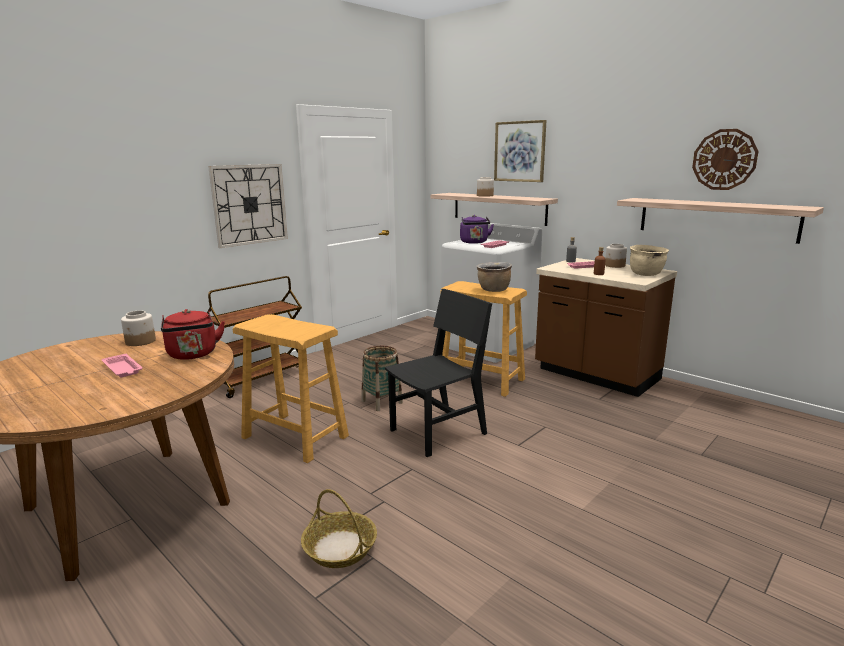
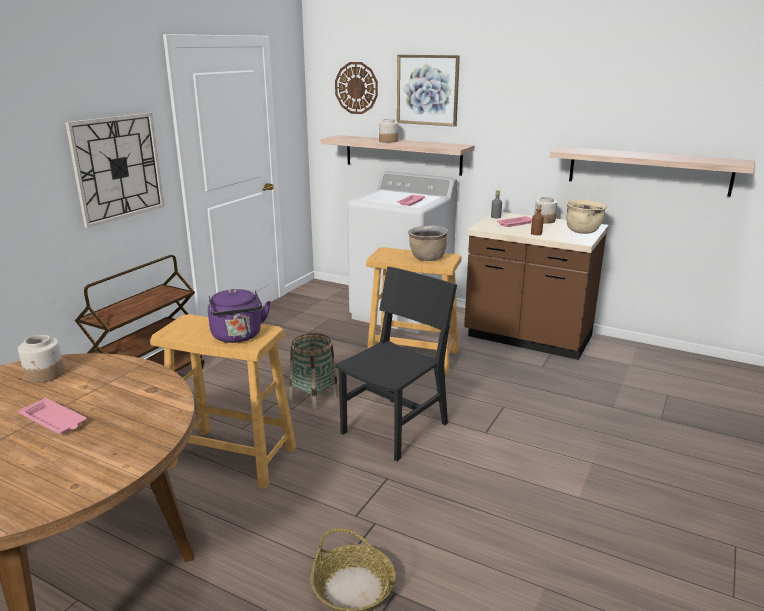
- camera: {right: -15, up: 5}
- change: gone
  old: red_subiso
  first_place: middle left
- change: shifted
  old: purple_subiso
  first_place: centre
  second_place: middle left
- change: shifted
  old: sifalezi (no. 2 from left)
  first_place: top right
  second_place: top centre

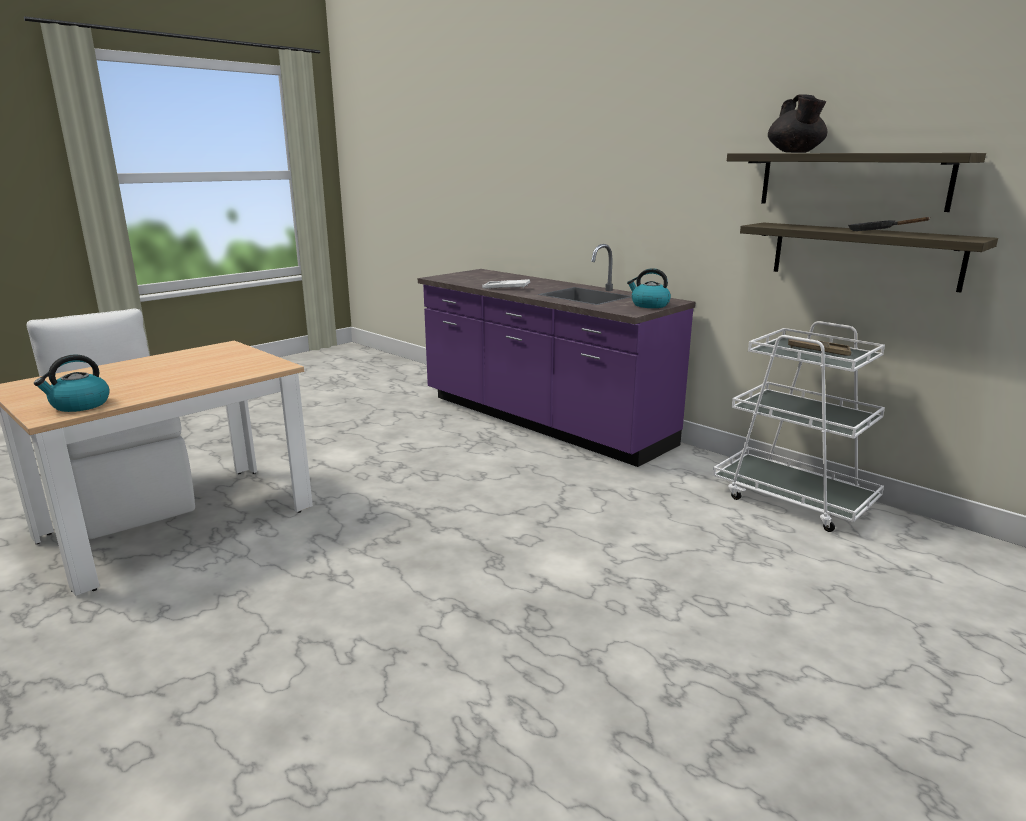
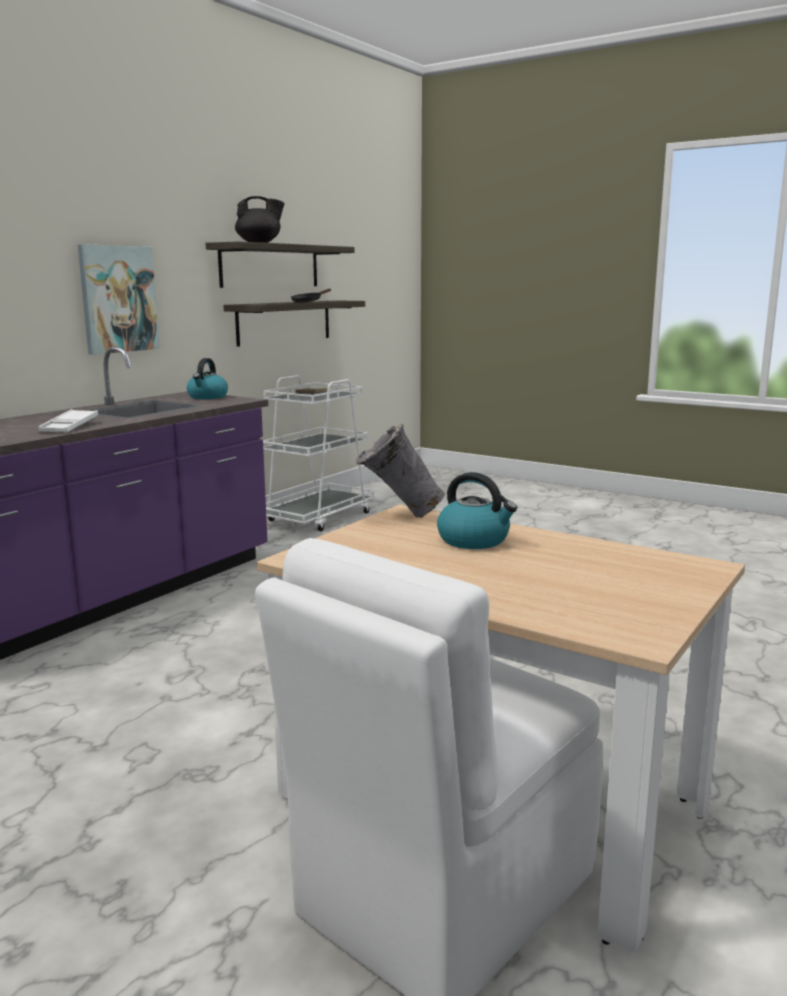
- camera: {right: -100, up: -5}
- change: shifted
  old: subiso (no. 1 from left in the first image)
  new: subiso (no. 2 from left)
  first_place: middle left
  second_place: centre
- change: new
  new: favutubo
  second_place: top left
- change: new
  new: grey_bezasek
  second_place: centre

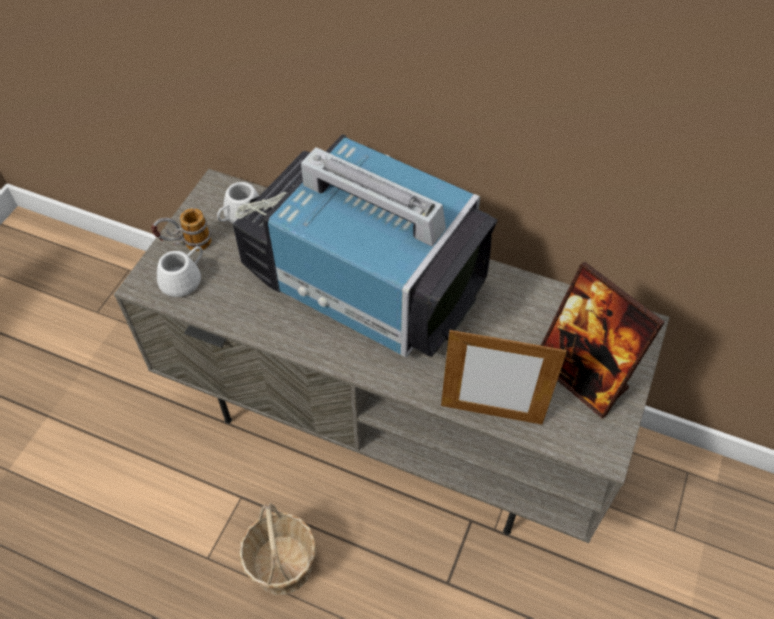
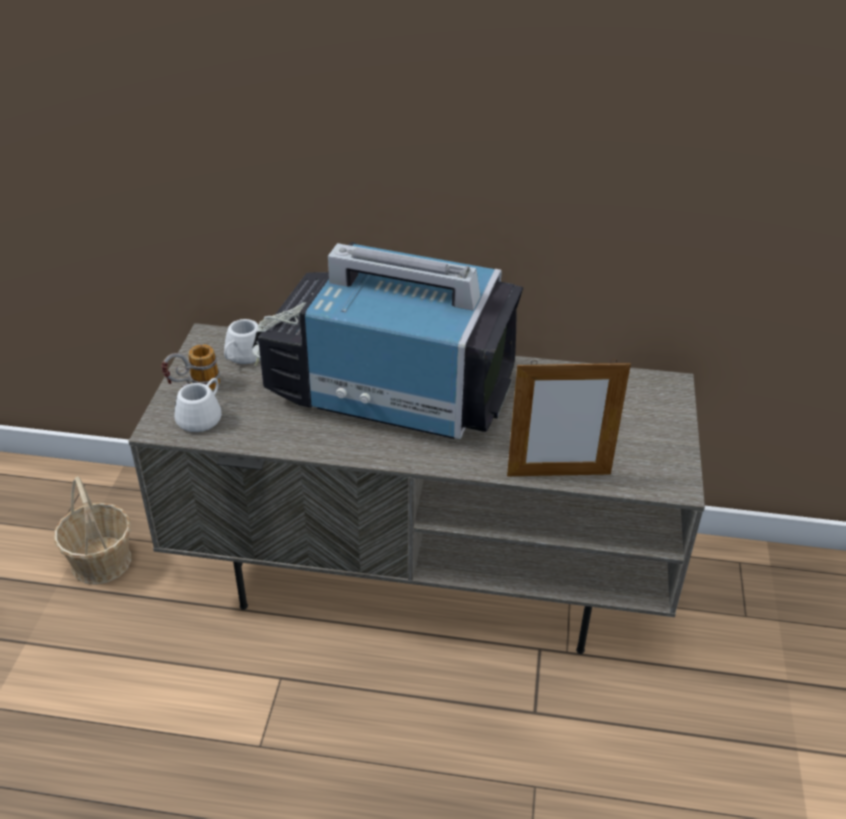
- camera: {right: -15, up: -15}
- change: shifted
  old: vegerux
  first_place: bottom centre
  second_place: middle left
- change: gone
  old: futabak (no. 2 from left)
  first_place: middle right

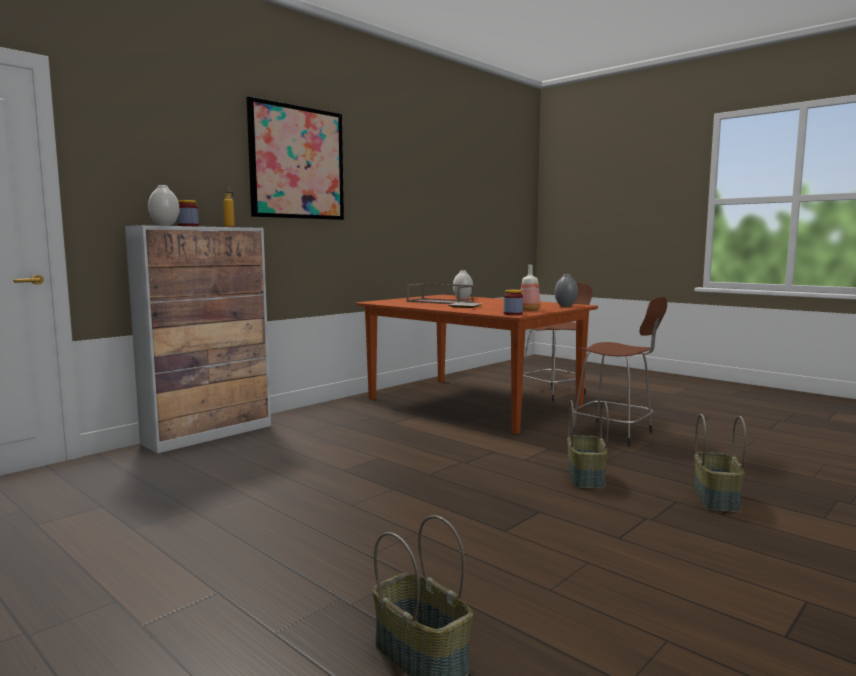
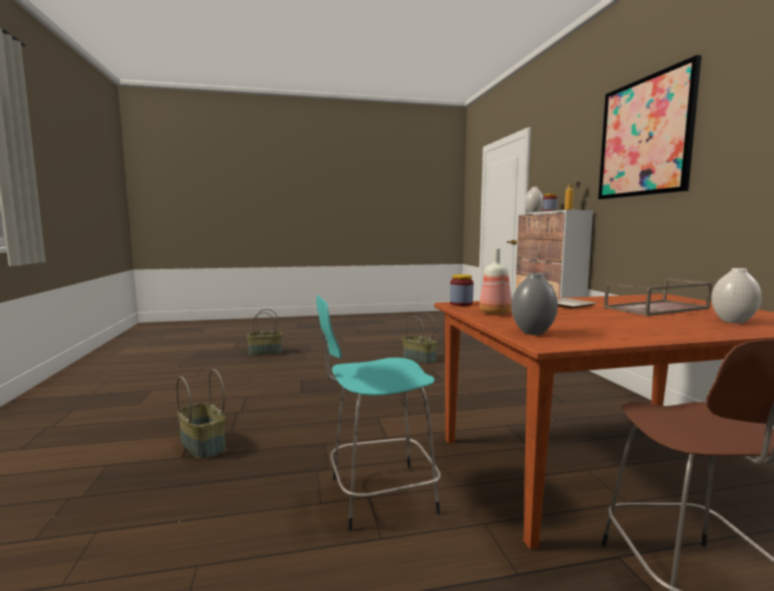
- camera: {right: 125, up: 0}
- change: shifted
  old: vegerux (no. 2 from left in the first image)
  new: vegerux (no. 3 from left)
  first_place: middle right
  second_place: centre
- change: repainted
  old: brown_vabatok (no. 2 from left)
  new: turquoise_vabatok
  first_place: middle right
  second_place: bottom centre

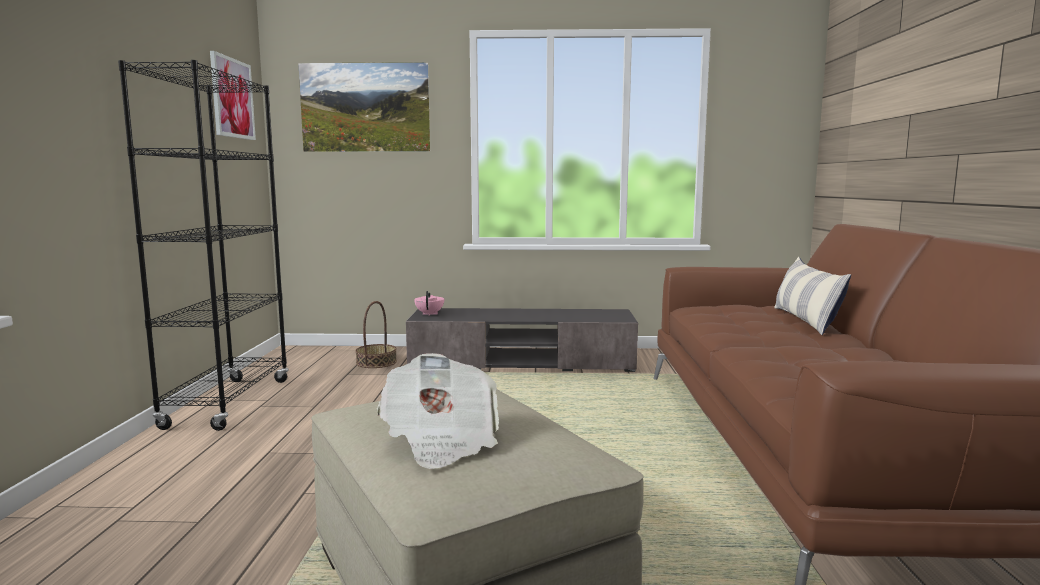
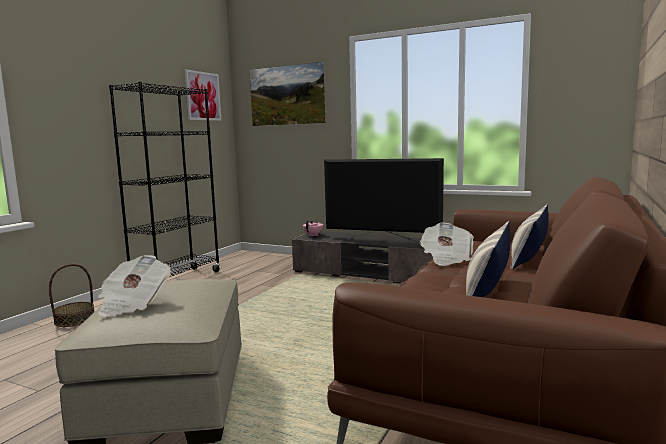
- camera: {right: 25, up: 0}
- change: shifted
  old: vegerux
  first_place: centre
  second_place: middle left
- change: new
  new: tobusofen
  second_place: centre
- change: new
  new: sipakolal (no. 2 from left)
  second_place: middle right
- change: new
  new: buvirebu (no. 1 from left)
  second_place: middle right

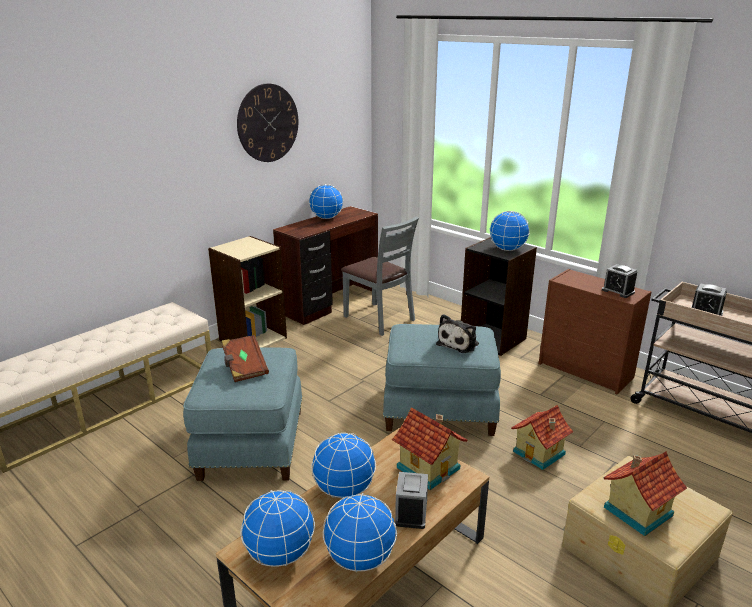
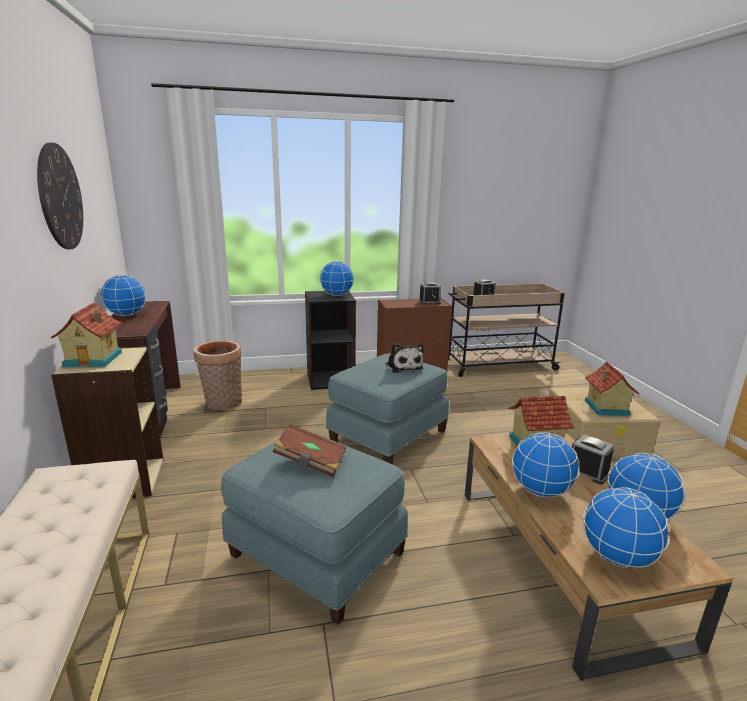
- camera: {right: -55, up: -5}
- change: swapped
  old: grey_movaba
  new: vegerux
  first_place: centre
  second_place: middle left
- change: shifted
  old: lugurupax (no. 2 from left in the first image)
  new: lugurupax (no. 1 from left)
  first_place: bottom right
  second_place: middle left

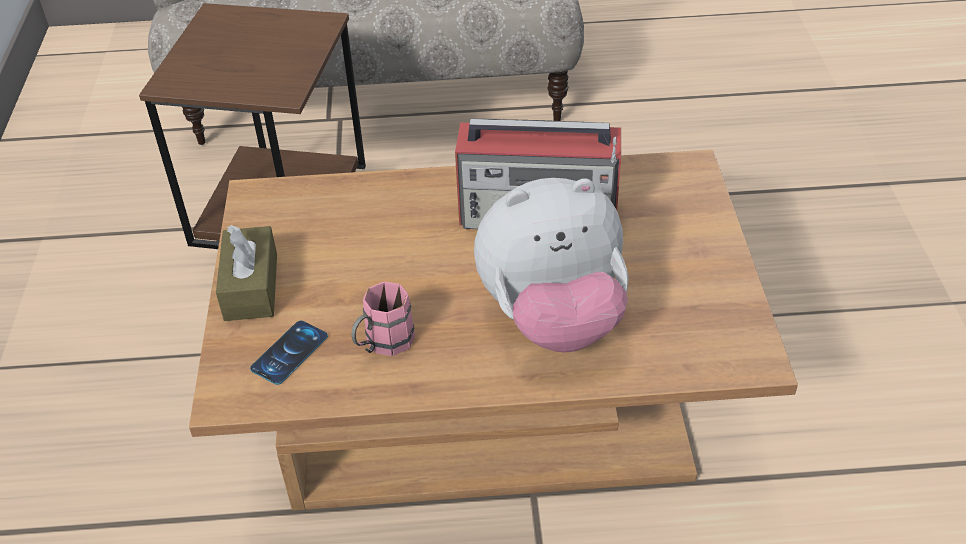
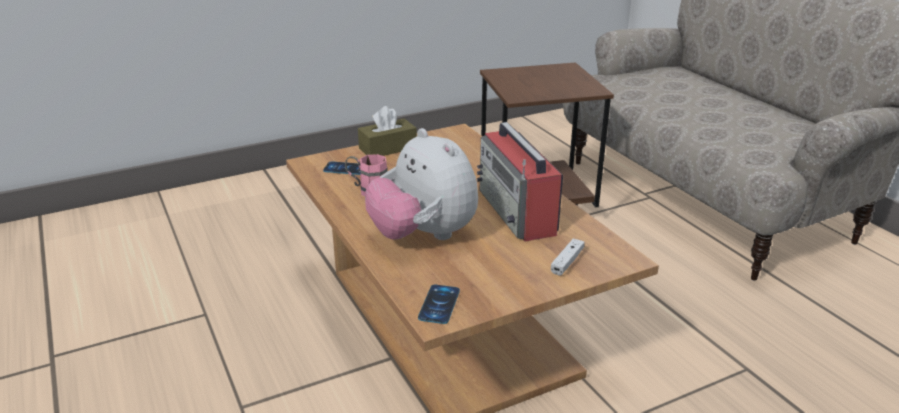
- camera: {right: 65, up: -15}
- change: new
  new: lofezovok (no. 2 from left)
  second_place: bottom centre
- change: new
  new: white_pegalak
  second_place: centre

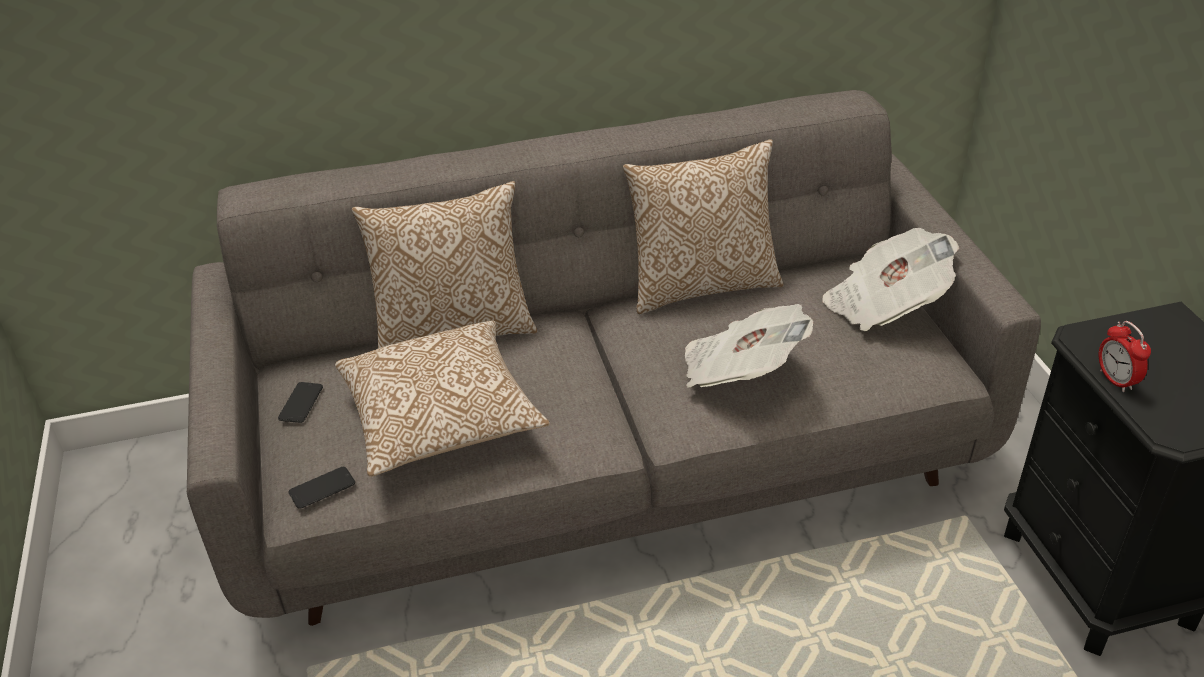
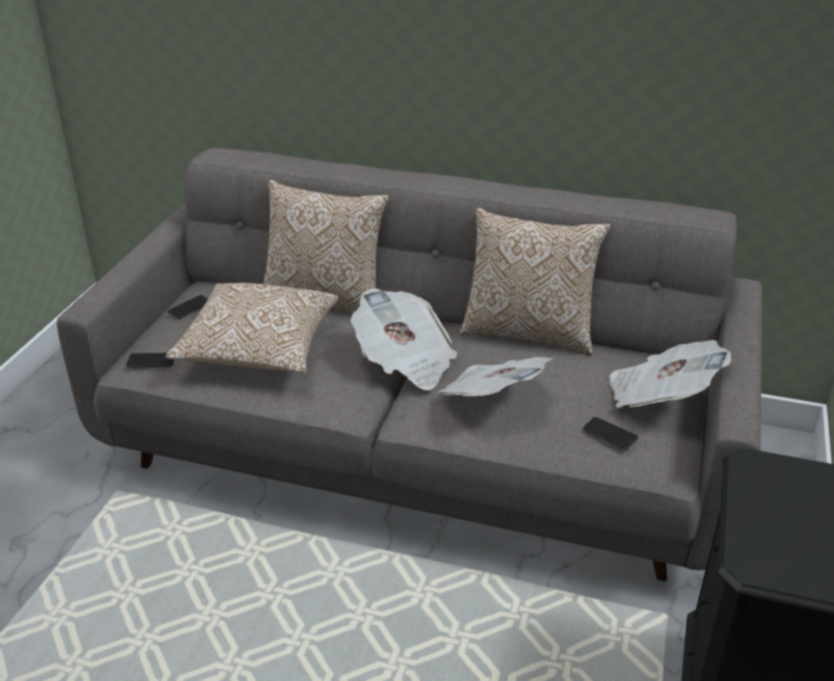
- camera: {right: 30, up: -5}
- change: gone
  old: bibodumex
  first_place: middle right
- change: new
  new: sipakolal (no. 1 from left)
  second_place: centre
- change: new
  new: lofezovok (no. 3 from left)
  second_place: middle right

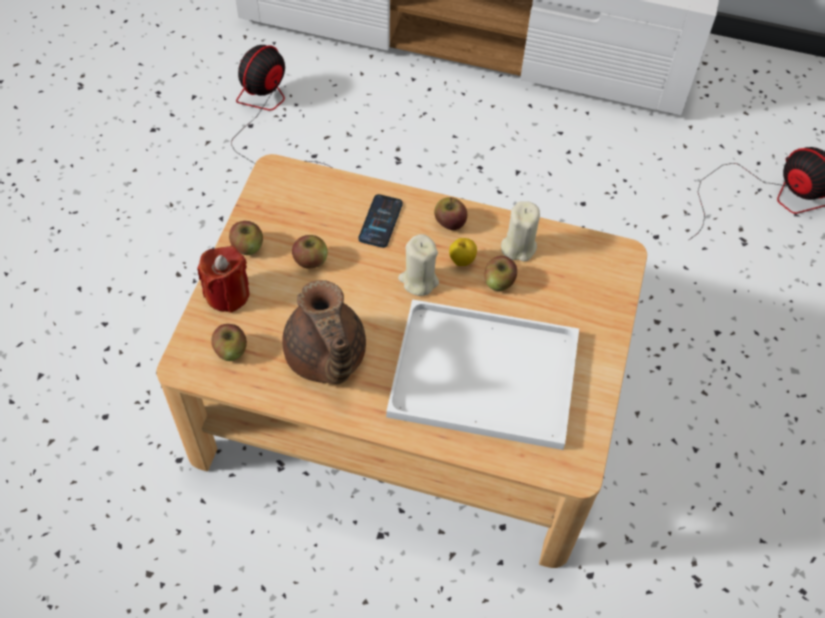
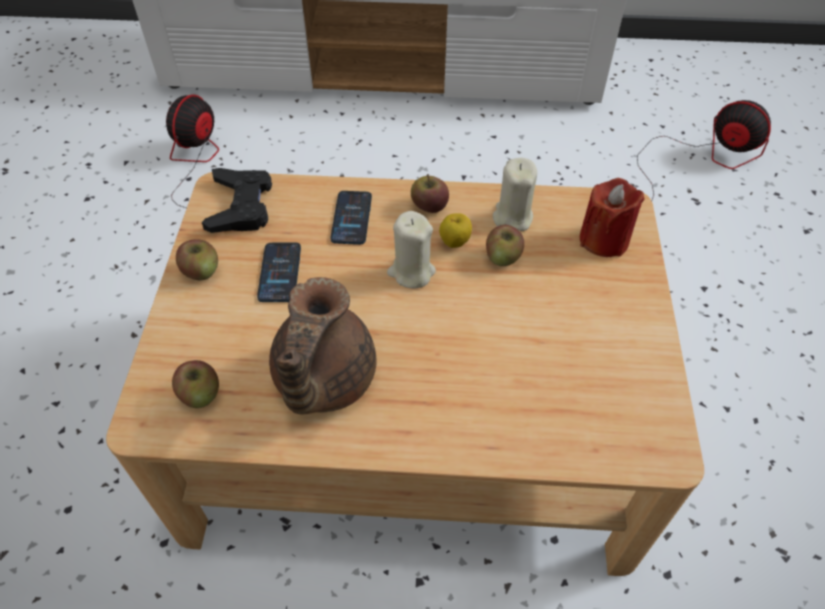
- camera: {right: -10, up: -5}
- change: shifted
  old: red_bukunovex
  first_place: middle left
  second_place: middle right
- change: rotated
  old: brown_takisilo
  first_place: centre
  second_place: centre
  degrees: 45
- change: swapped
  old: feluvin (no. 3 from left)
  new: lofezovok (no. 1 from left)
  first_place: centre
  second_place: centre
- change: gone
  old: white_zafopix
  first_place: centre
- change: new
  new: black_pegalak
  second_place: top left

